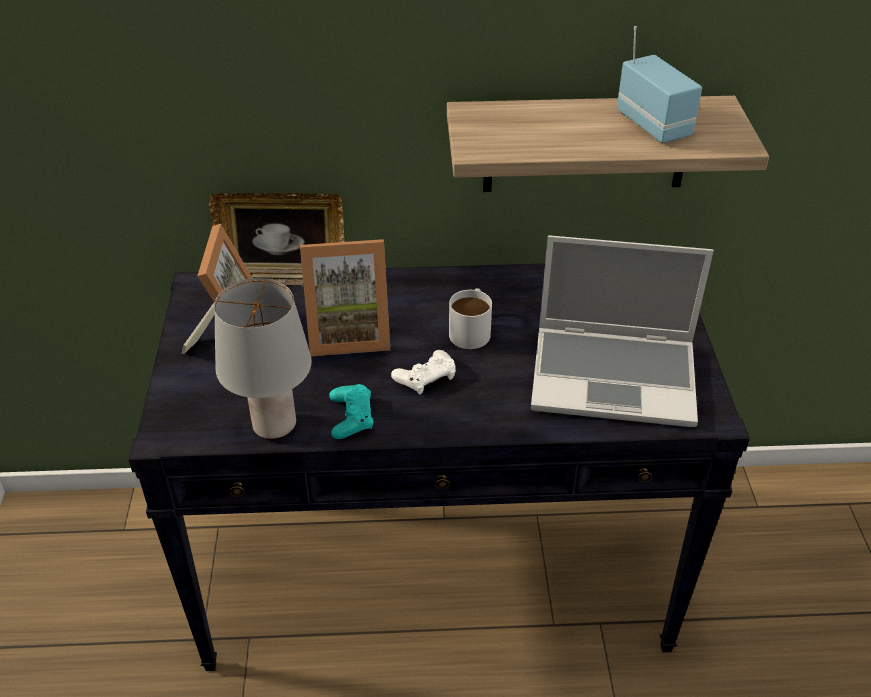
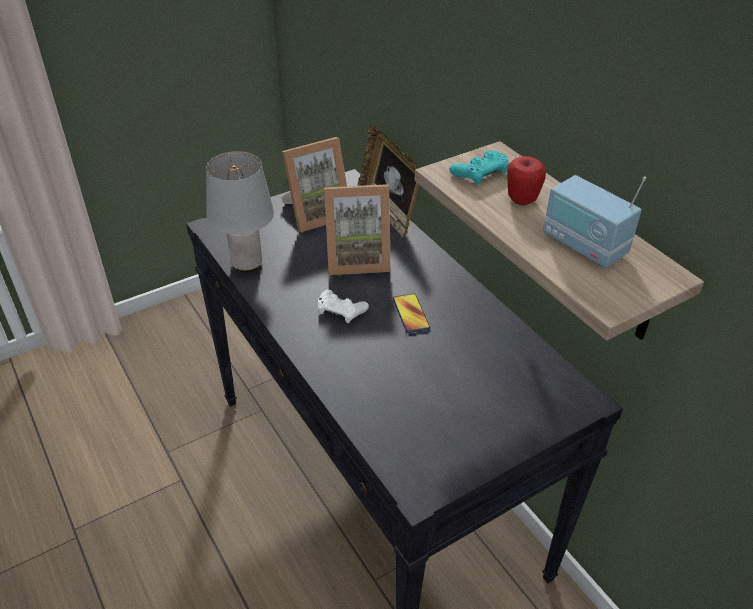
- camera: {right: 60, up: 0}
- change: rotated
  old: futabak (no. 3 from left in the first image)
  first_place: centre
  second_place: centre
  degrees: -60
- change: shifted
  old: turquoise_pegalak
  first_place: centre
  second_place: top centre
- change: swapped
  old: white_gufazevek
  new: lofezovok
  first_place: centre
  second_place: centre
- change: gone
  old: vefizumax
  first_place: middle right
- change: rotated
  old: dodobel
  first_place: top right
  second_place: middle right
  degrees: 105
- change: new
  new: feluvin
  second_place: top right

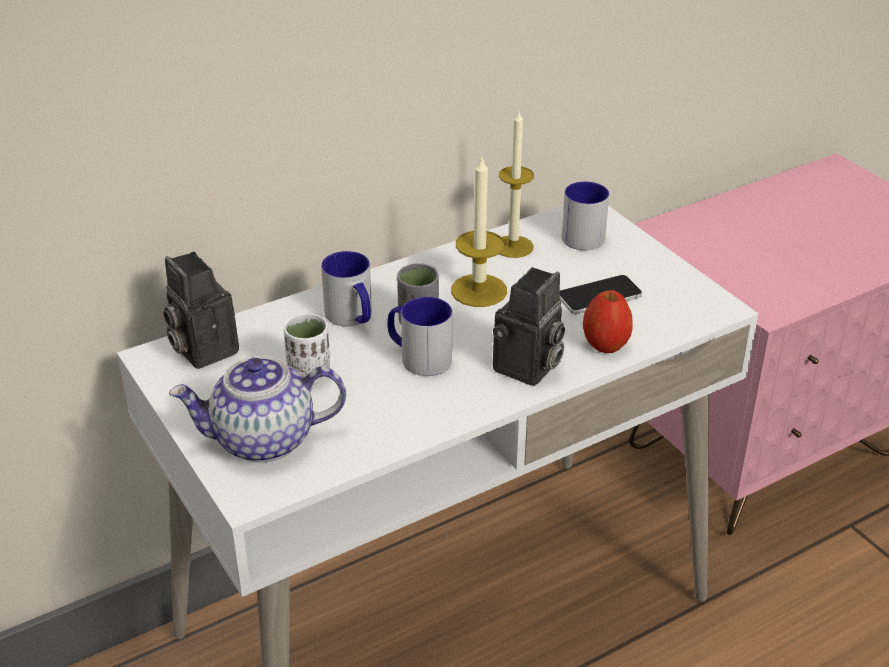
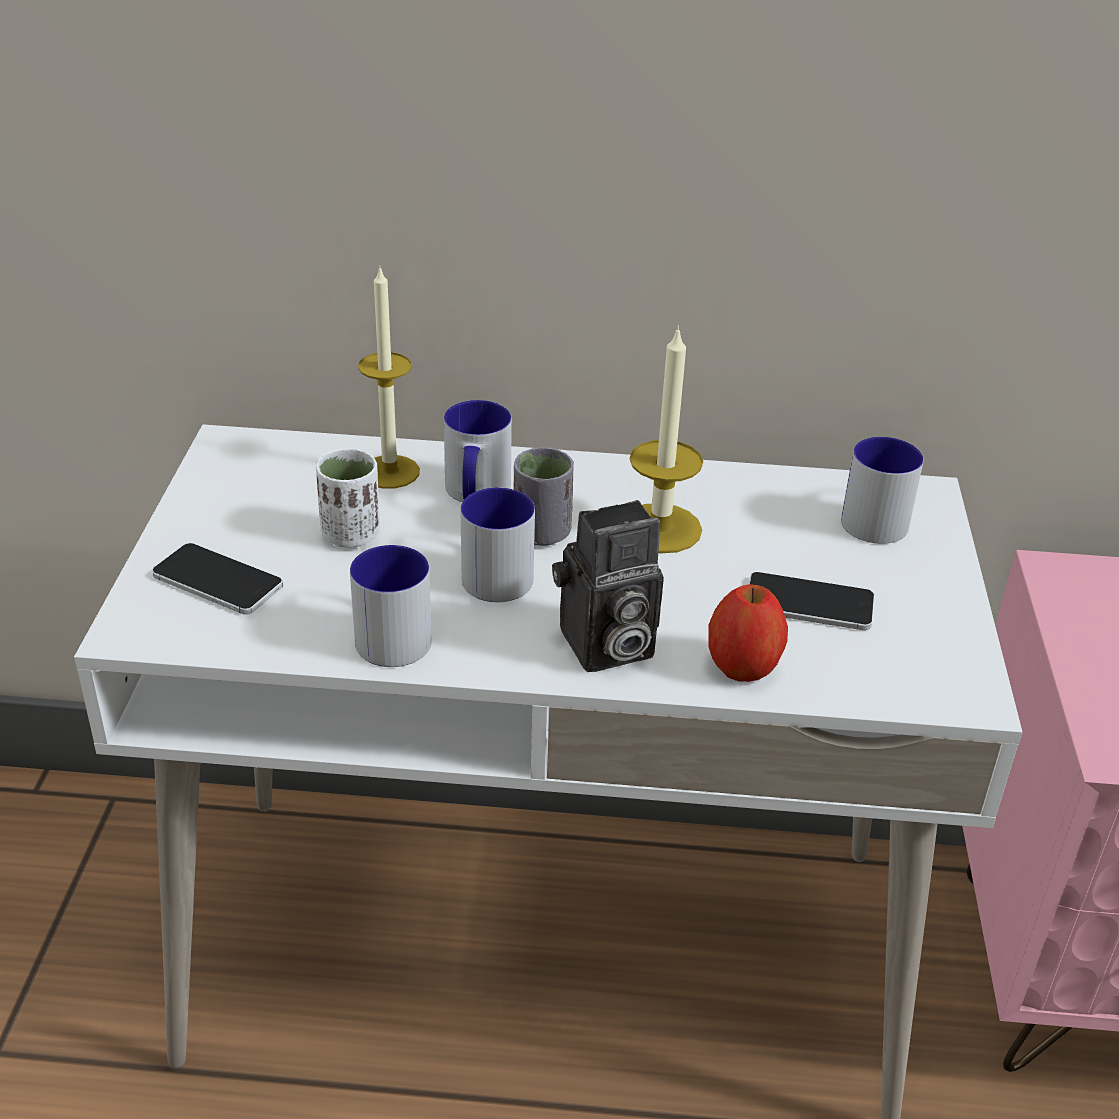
- camera: {right: 35, up: 0}
- change: gone
  old: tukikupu (no. 1 from left)
  first_place: middle left
- change: swapped
  old: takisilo
  new: lofezovok (no. 1 from left)
  first_place: middle left
  second_place: middle left
- change: shifted
  old: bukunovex (no. 2 from left in the first image)
  new: bukunovex (no. 1 from left)
  first_place: top centre
  second_place: centre
- change: new
  new: gufazevek (no. 1 from left)
  second_place: centre

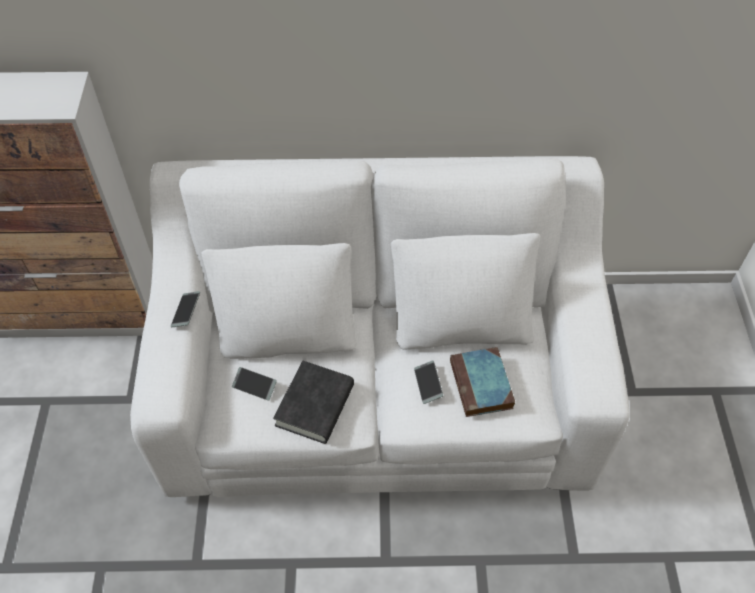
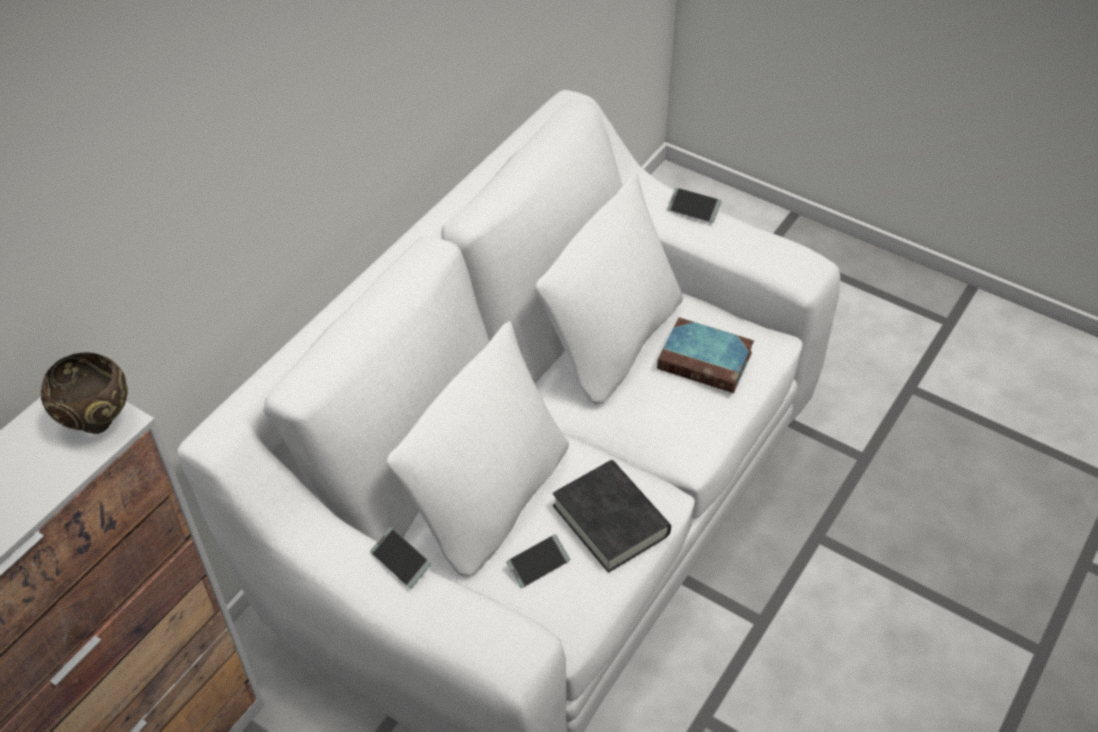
- camera: {right: -55, up: -5}
- change: shifted
  old: lofezovok (no. 3 from left)
  first_place: centre
  second_place: top centre
- change: new
  new: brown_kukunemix
  second_place: middle left

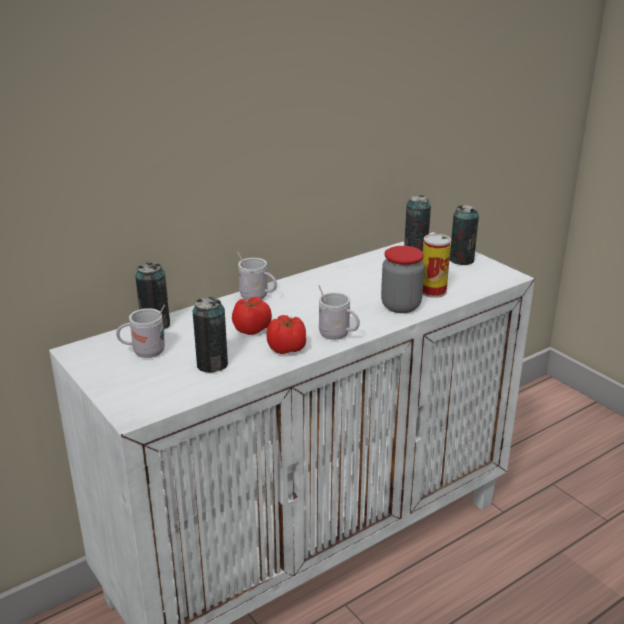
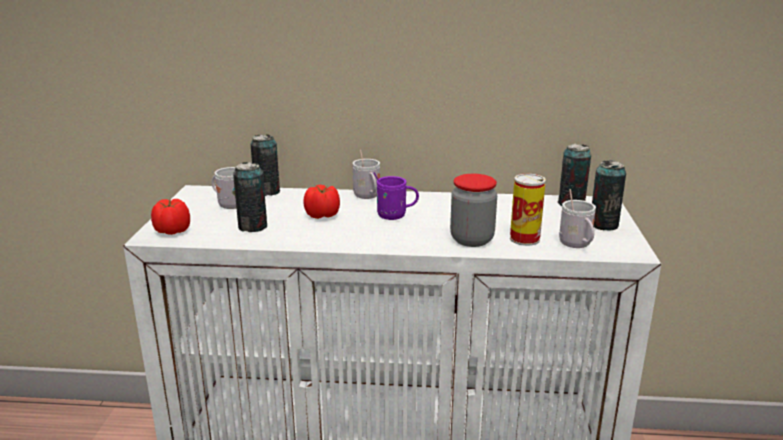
- camera: {right: 40, up: -5}
- change: shifted
  old: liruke (no. 2 from left in the first image)
  new: liruke (no. 1 from left)
  first_place: centre
  second_place: middle left
- change: shifted
  old: white_gufazevek (no. 3 from left)
  first_place: centre
  second_place: middle right
- change: new
  new: purple_gufazevek
  second_place: centre

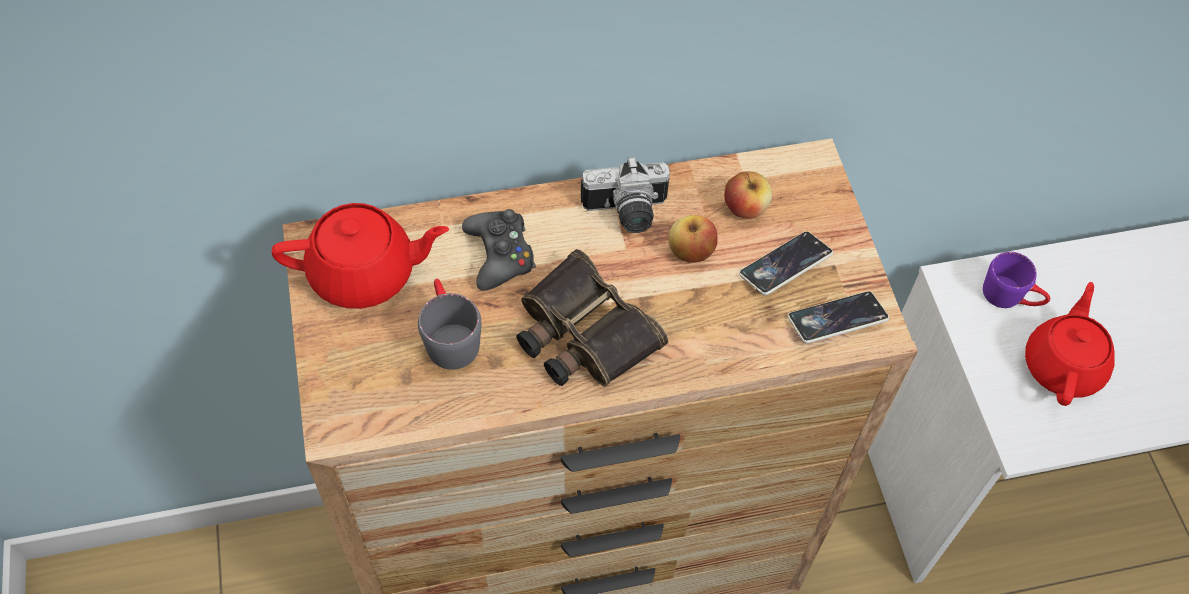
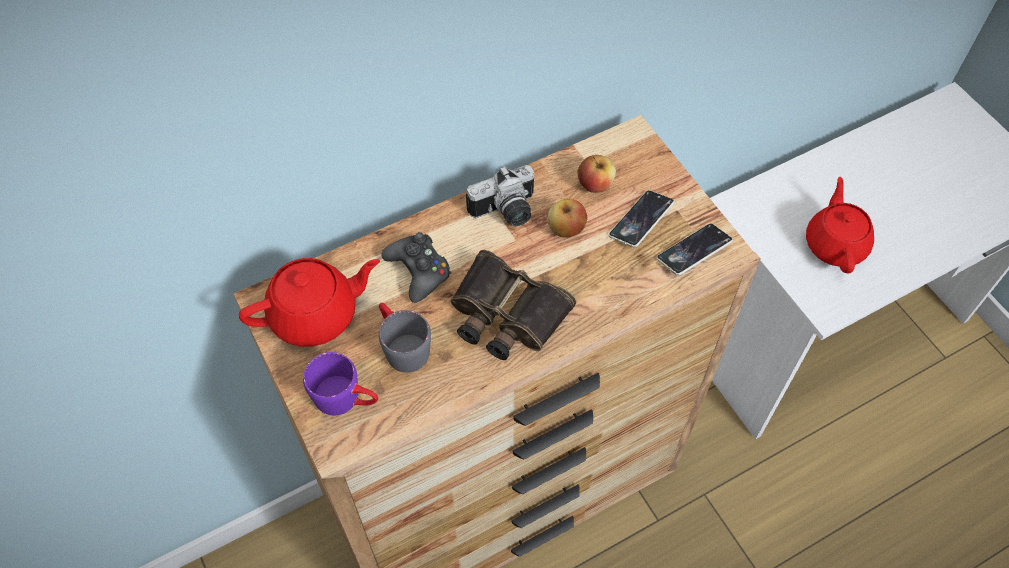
- camera: {right: -15, up: 0}
- change: shifted
  old: purple_gufazevek
  first_place: middle right
  second_place: bottom centre

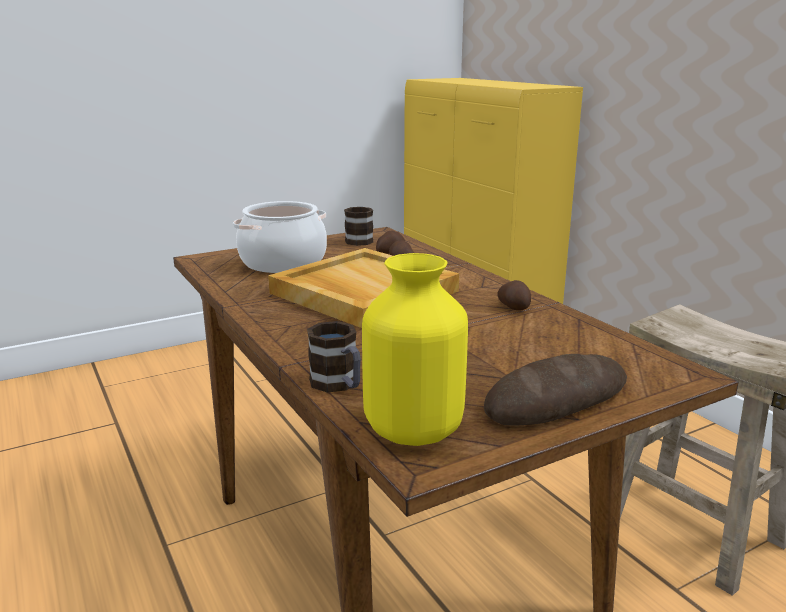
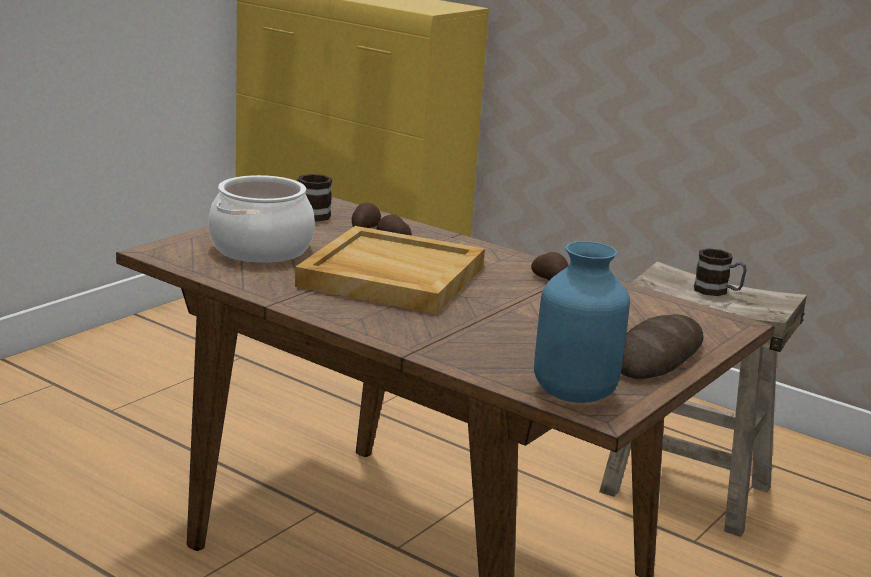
- camera: {right: -25, up: 0}
- change: shifted
  old: gufazevek (no. 1 from left in the first image)
  new: gufazevek (no. 2 from left)
  first_place: centre
  second_place: middle right
- change: repainted
  old: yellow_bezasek
  new: blue_bezasek
  first_place: centre
  second_place: middle right

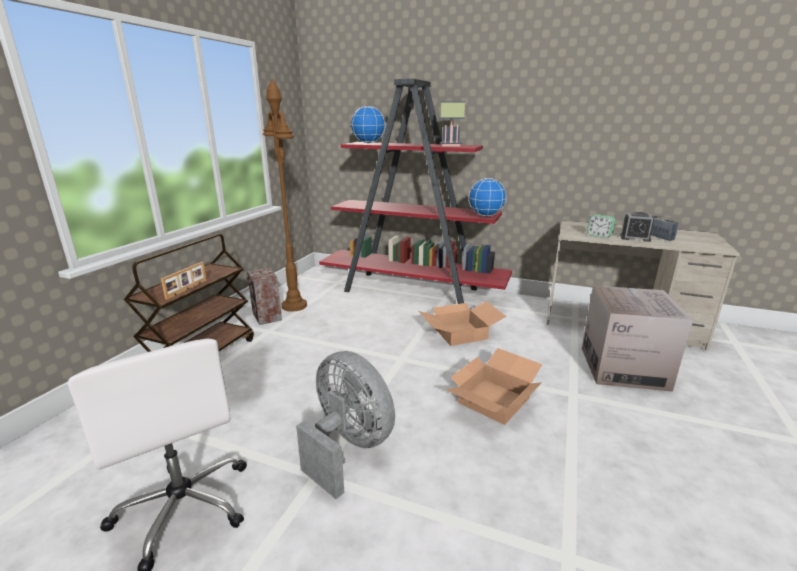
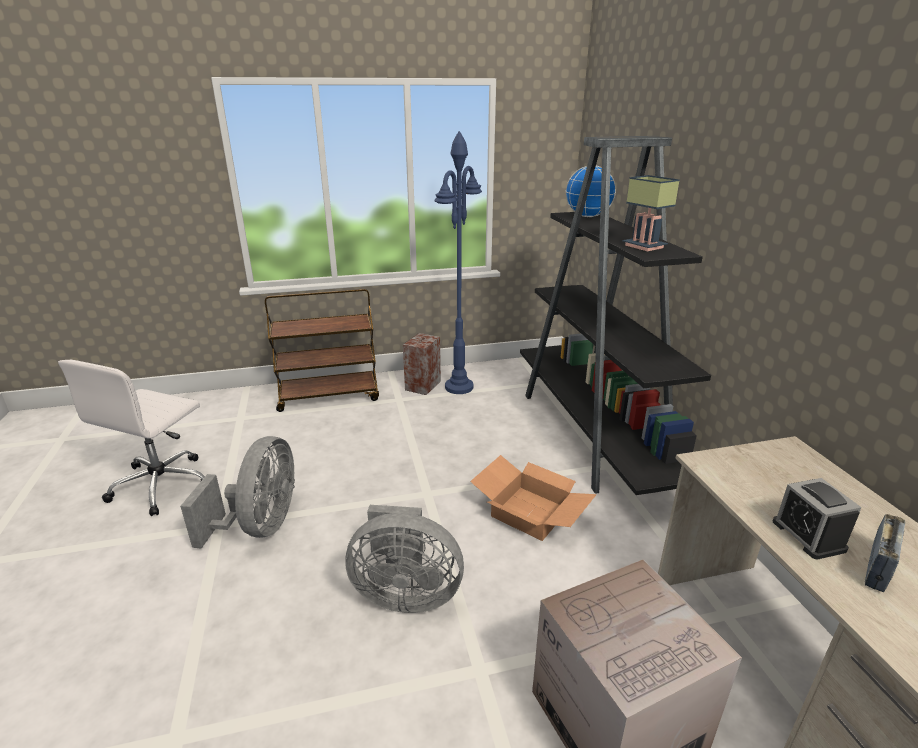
- camera: {right: 55, up: 5}
- change: gone
  old: futabak
  first_place: middle left
- change: repainted
  old: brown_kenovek
  new: blue_kenovek
  first_place: centre
  second_place: centre
- change: repainted
  old: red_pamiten
  new: black_pamiten
  first_place: centre
  second_place: middle right
- change: swapped
  old: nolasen (no. 2 from left)
  new: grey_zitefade (no. 2 from left)
  first_place: bottom centre
  second_place: bottom centre
- change: gone
  old: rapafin (no. 2 from left)
  first_place: centre
- change: gone
  old: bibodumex (no. 1 from left)
  first_place: middle right

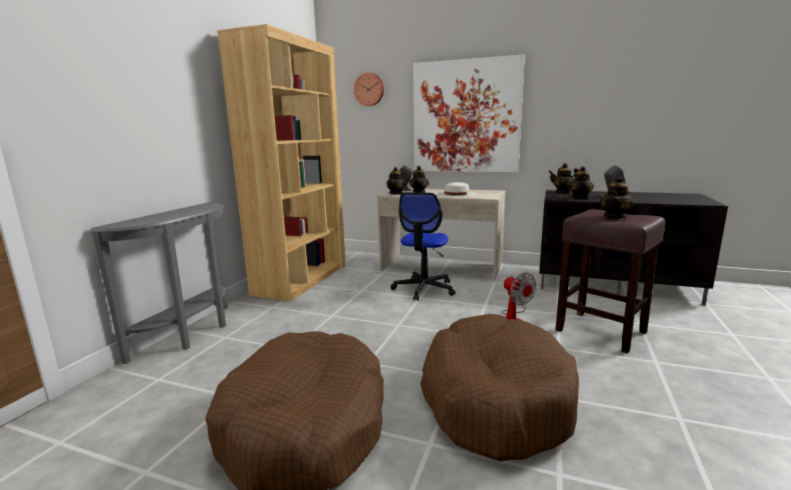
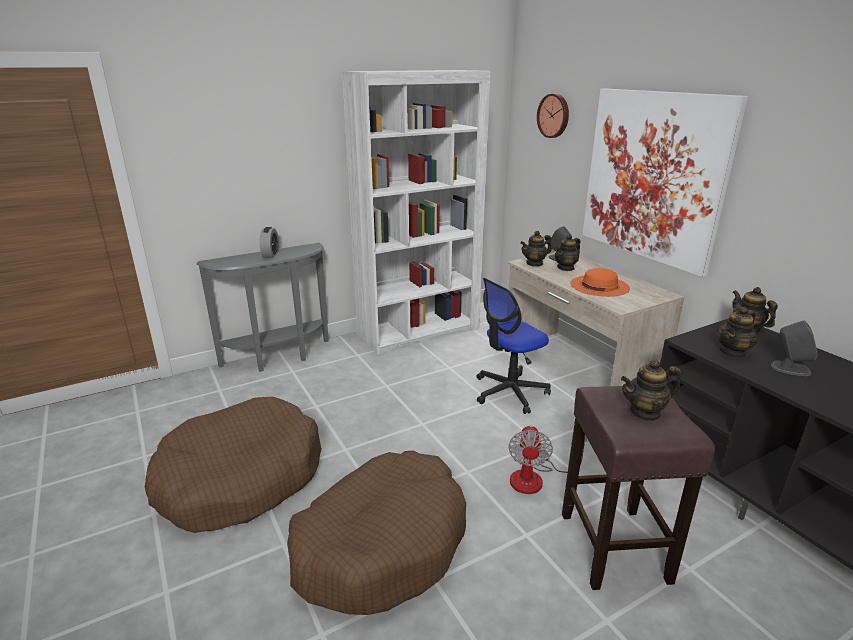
- camera: {right: 40, up: 10}
- change: repainted
  old: brown_pamiten
  new: white_pamiten
  first_place: top centre
  second_place: top centre
- change: repainted
  old: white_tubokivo
  new: orange_tubokivo
  first_place: centre
  second_place: middle right
- change: new
  new: bibodumex
  second_place: middle left

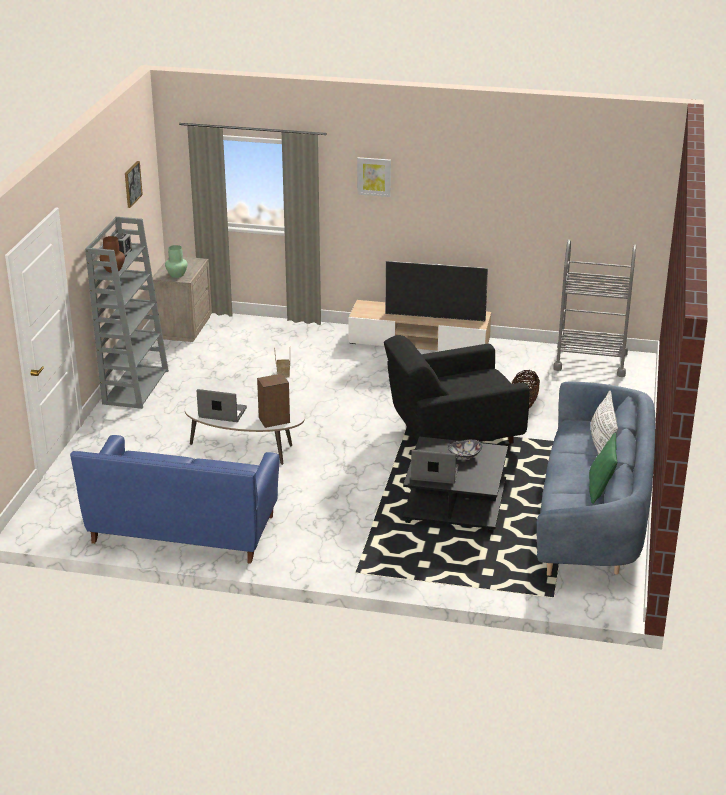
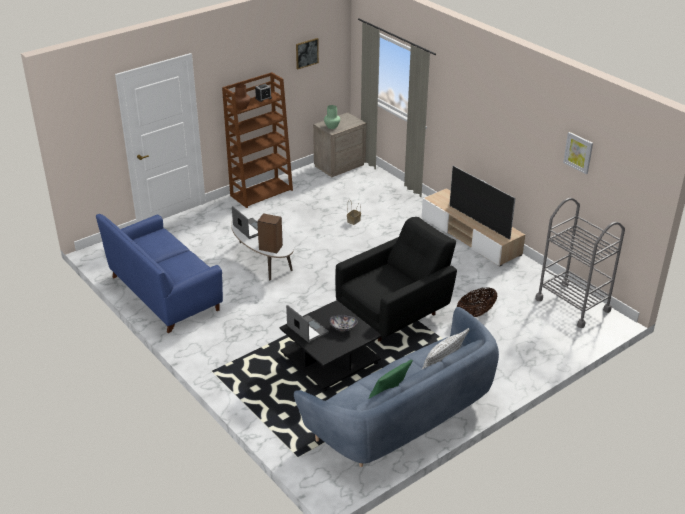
- camera: {right: 40, up: 5}
- change: repainted
  old: grey_pamiten
  new: brown_pamiten
  first_place: middle left
  second_place: top centre
- change: shifted
  old: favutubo (no. 2 from left)
  first_place: top centre
  second_place: top right
- change: rotated
  old: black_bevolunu
  first_place: centre
  second_place: centre
  degrees: 120

